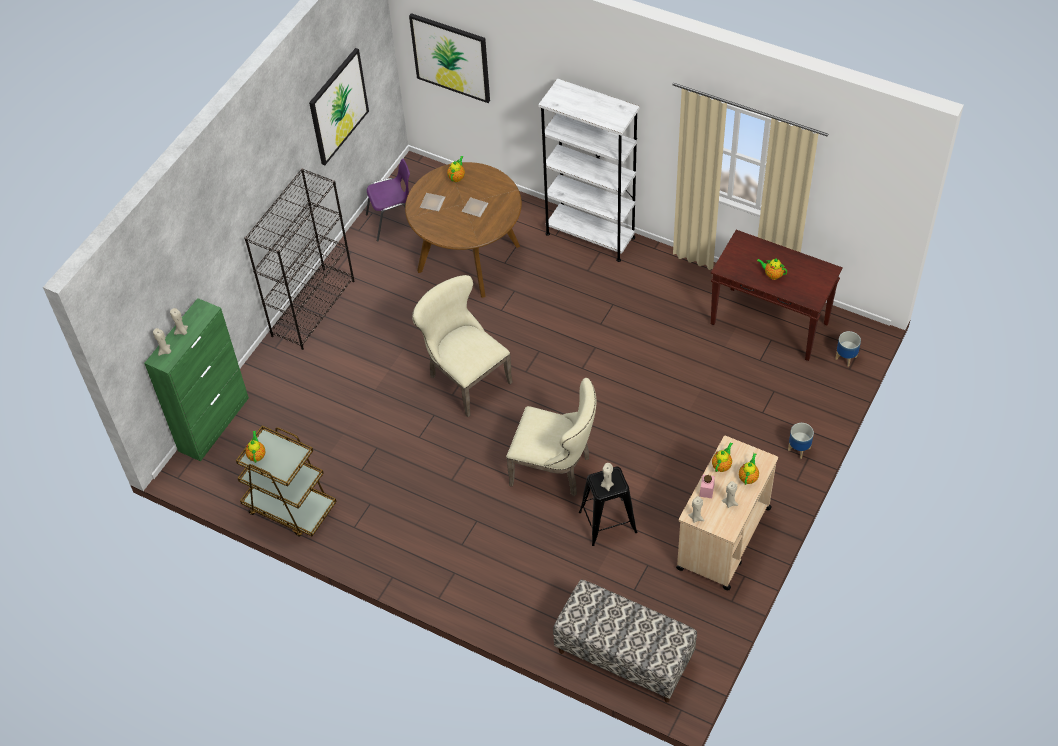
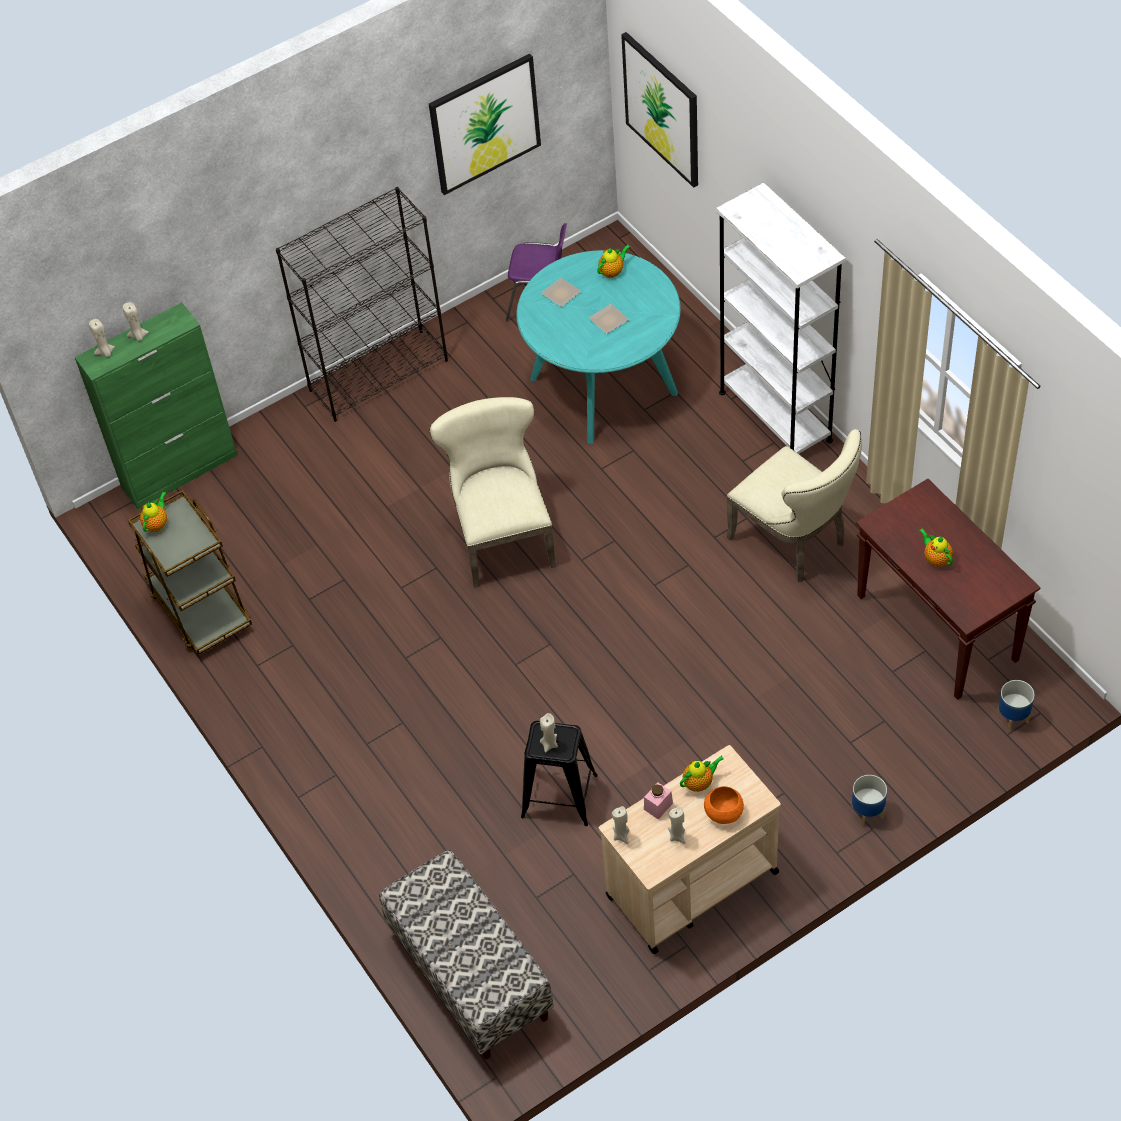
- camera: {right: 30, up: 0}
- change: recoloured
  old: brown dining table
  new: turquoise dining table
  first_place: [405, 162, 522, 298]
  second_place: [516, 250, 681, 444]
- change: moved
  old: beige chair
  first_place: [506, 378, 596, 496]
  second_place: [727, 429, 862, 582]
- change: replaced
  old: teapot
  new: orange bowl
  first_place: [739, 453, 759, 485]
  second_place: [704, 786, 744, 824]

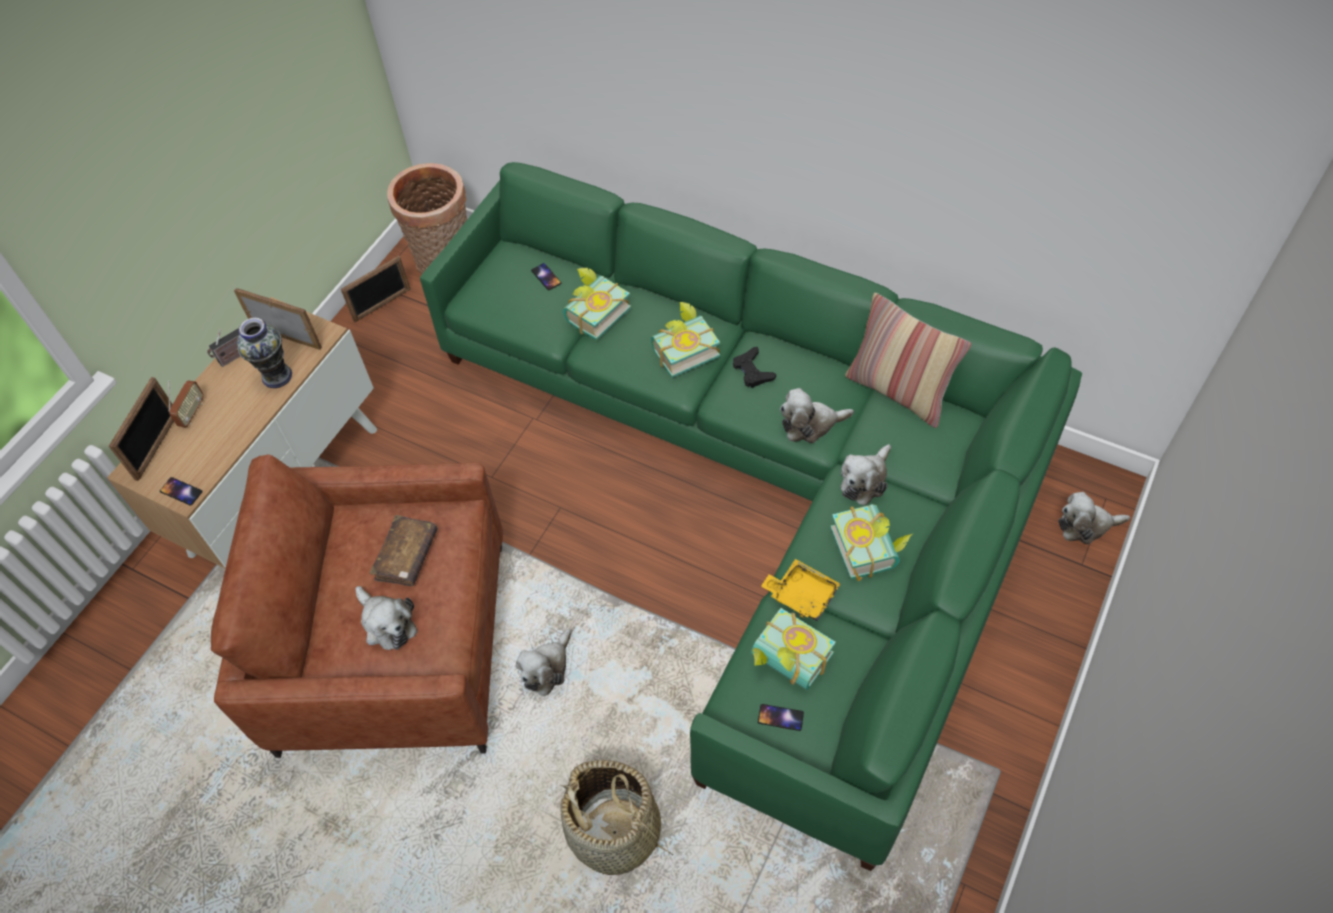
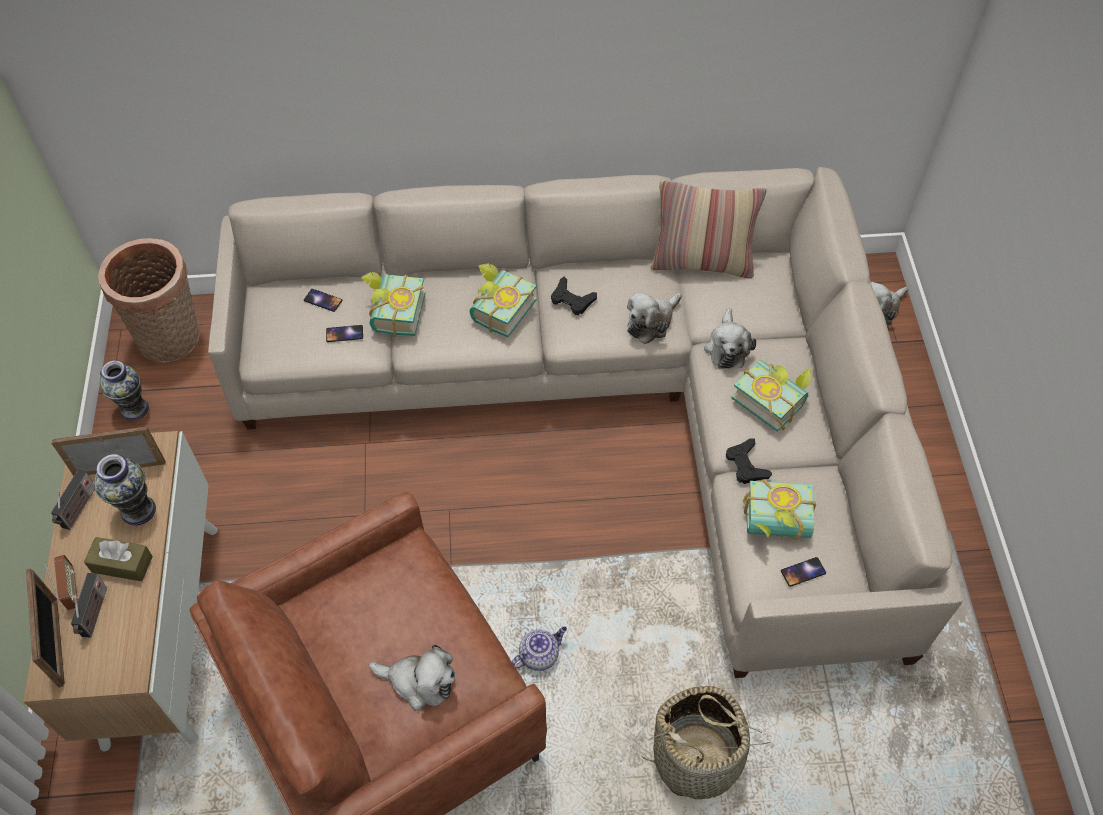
- camera: {right: -35, up: 0}
- change: recoloured
  old: green sofa
  new: beige sofa
  first_place: [420, 162, 1082, 871]
  second_place: [208, 167, 963, 678]
- change: replaced
  old: picture frame
  new: vase
  first_place: [341, 255, 411, 322]
  second_place: [100, 360, 149, 420]
- change: moved
  old: phone
  first_place: [160, 477, 203, 506]
  second_place: [326, 325, 363, 342]
- change: removed
  old: brown book
  first_place: [370, 515, 438, 586]
- change: replaced
  old: yellow tray
  new: black game controller
  first_place: [761, 559, 841, 621]
  second_place: [726, 438, 772, 484]
- change: replaced
  old: plush toy
  new: teapot
  first_place: [516, 629, 572, 696]
  second_place: [512, 626, 567, 671]
- change: added
  new: brown tissue box
  second_place: [84, 537, 153, 581]
- change: added
  new: radio
  second_place: [71, 573, 107, 638]

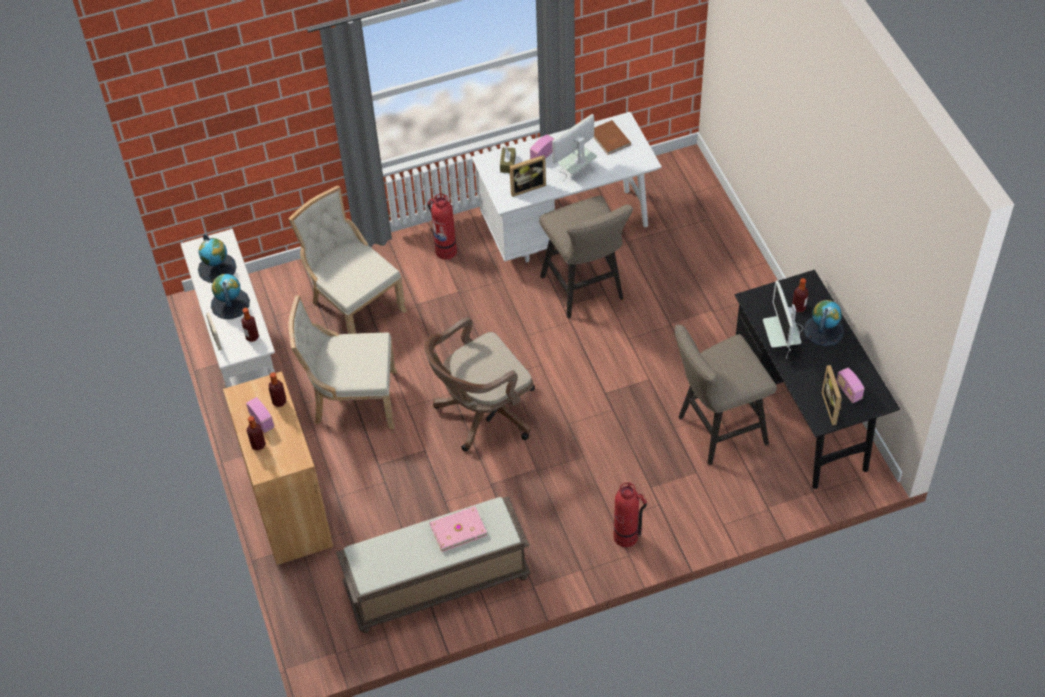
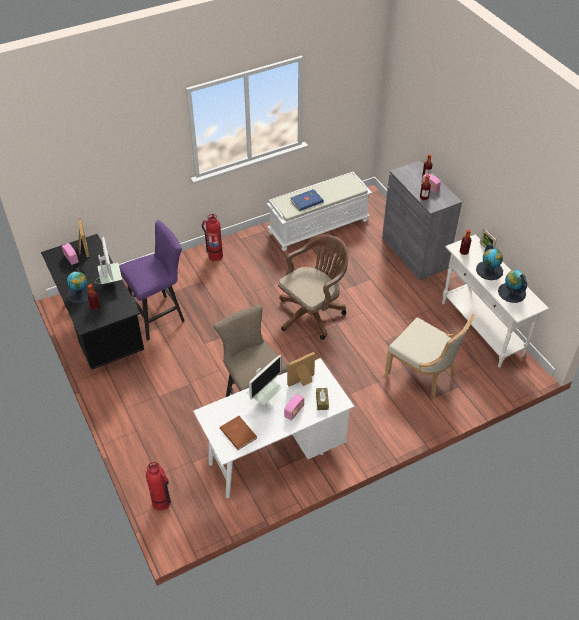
- camera: {right: 170, up: -5}
- change: moved
  old: fire extinguisher
  first_place: [428, 194, 457, 260]
  second_place: [146, 462, 171, 511]
- change: removed
  old: beige chair
  first_place: [289, 295, 397, 429]
- change: recoloured
  old: beige stool
  new: purple stool
  first_place: [674, 325, 777, 465]
  second_place: [119, 220, 185, 341]
- change: recoloured
  old: brown cabinet
  new: grey cabinet
  first_place: [223, 371, 333, 565]
  second_place: [382, 161, 462, 280]
- change: recoloured
  old: brown bench
  new: white bench
  first_place: [336, 496, 531, 633]
  second_place: [267, 172, 372, 251]
- change: recoloured
  old: pink book
  new: blue book
  first_place: [430, 506, 487, 552]
  second_place: [290, 189, 324, 211]

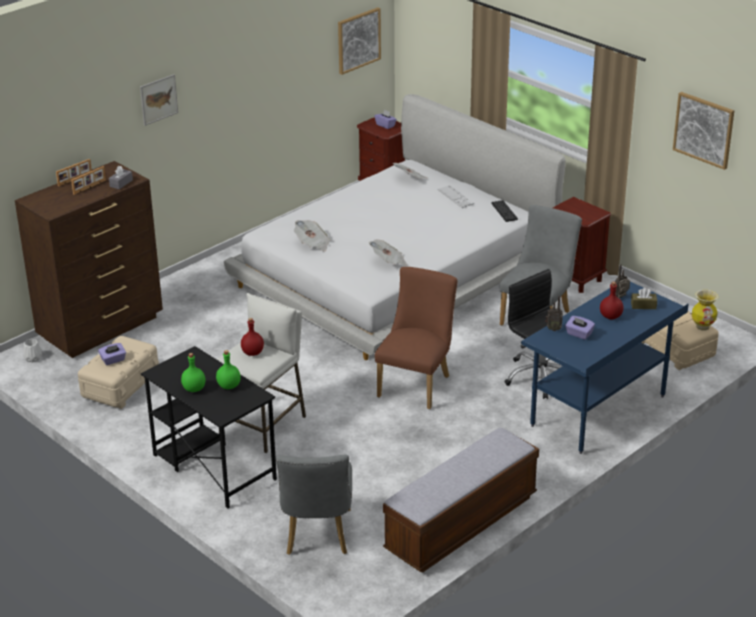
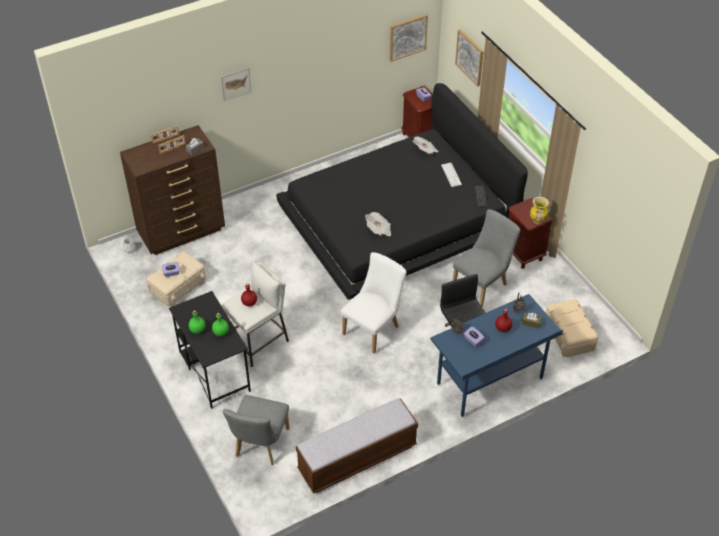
- camera: {right: 15, up: 15}
- change: moved
  old: picture
  first_place: [673, 92, 734, 170]
  second_place: [455, 29, 484, 86]
- change: recoloured
  old: white bed
  new: black bed
  first_place: [224, 94, 565, 360]
  second_place: [276, 83, 528, 300]
- change: removed
  old: newspaper
  first_place: [294, 220, 331, 251]
- change: recoloured
  old: brown chair
  new: white chair
  first_place: [375, 267, 457, 409]
  second_place: [341, 252, 407, 354]
- change: moved
  old: vase
  first_place: [692, 290, 718, 331]
  second_place: [530, 197, 549, 224]

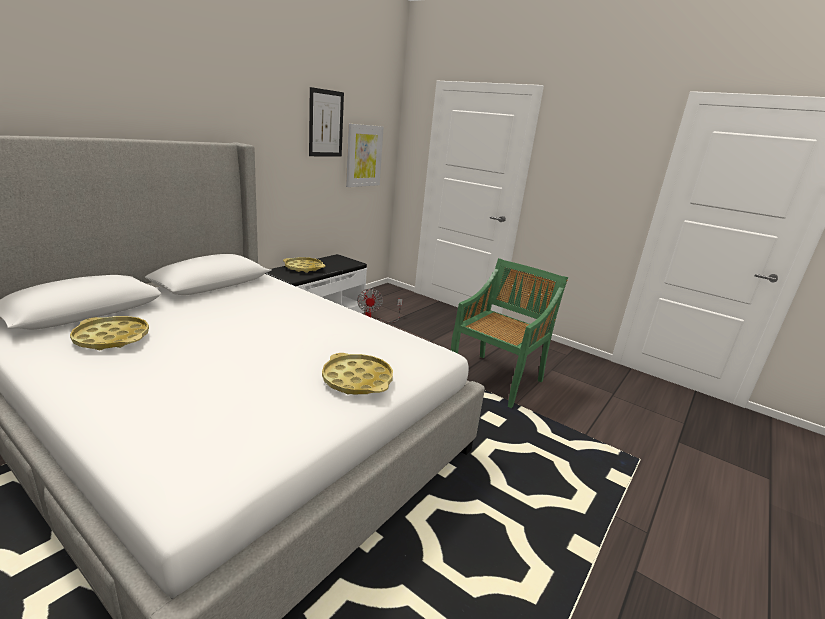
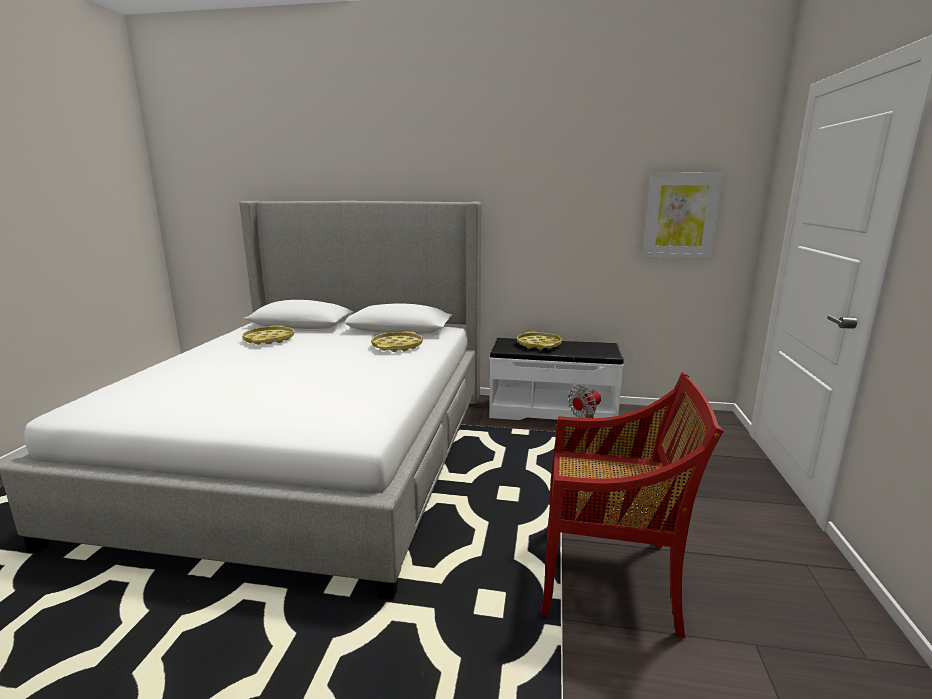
- camera: {right: 65, up: -5}
- change: removed
  old: picture
  first_place: [309, 87, 344, 157]
- change: recoloured
  old: green chair
  new: red chair
  first_place: [451, 258, 568, 408]
  second_place: [541, 372, 723, 638]
- change: moved
  old: yellow tray
  first_place: [322, 353, 393, 394]
  second_place: [371, 331, 423, 352]

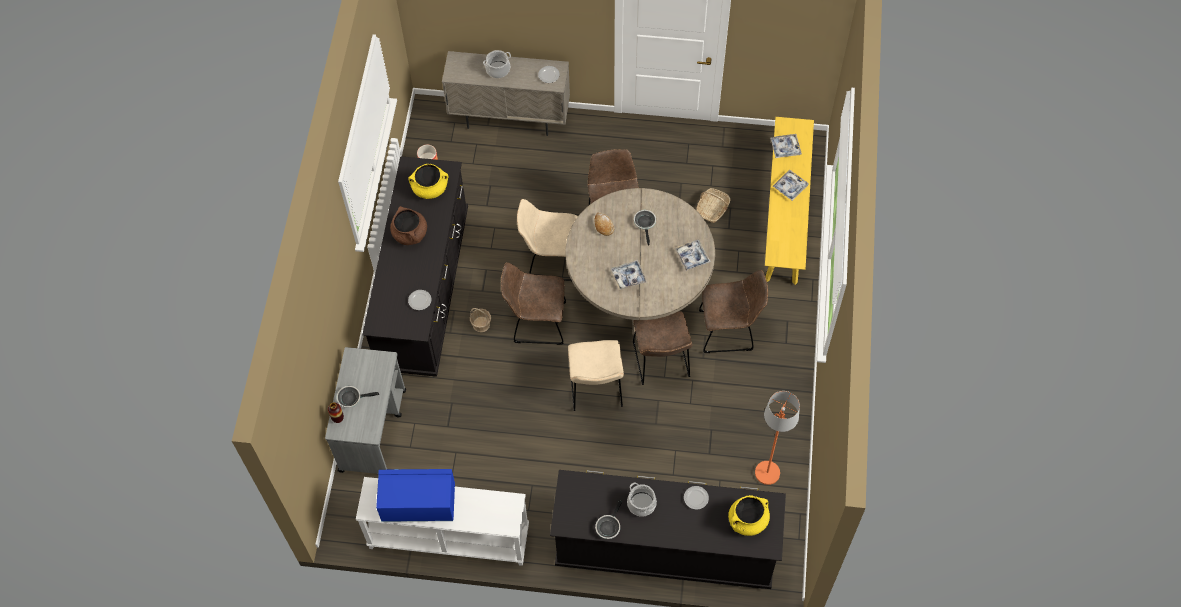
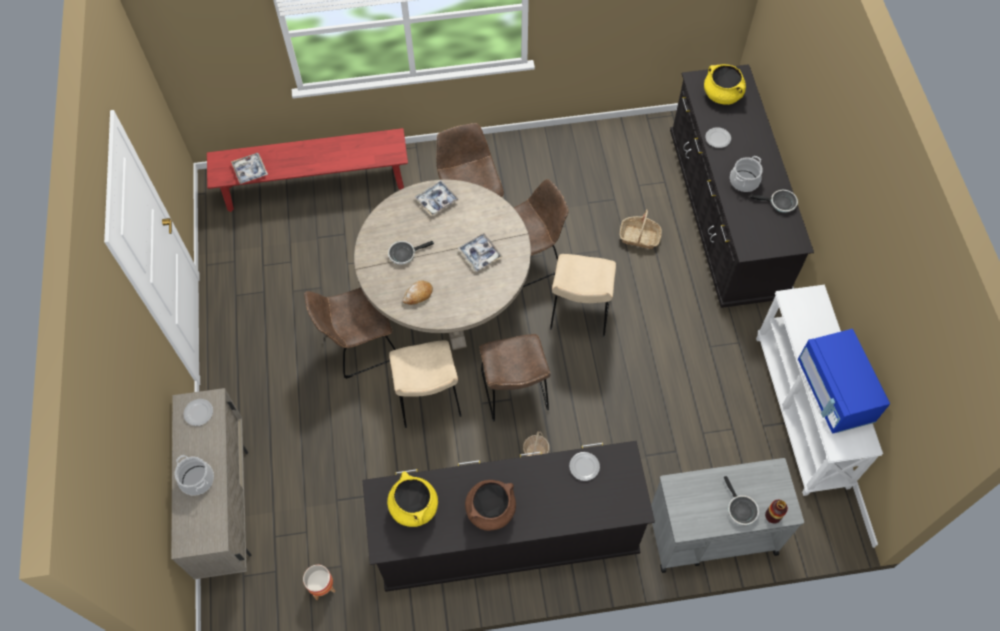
- camera: {right: -105, up: 0}
- change: recoloured
  old: yellow bench
  new: red bench
  first_place: [765, 117, 814, 285]
  second_place: [207, 128, 408, 212]
- change: removed
  old: tray
  first_place: [773, 169, 809, 201]
- change: moved
  old: basket
  first_place: [696, 188, 730, 223]
  second_place: [620, 209, 662, 249]
- change: turned
  old: beige chair
  first_place: [568, 340, 624, 411]
  second_place: [550, 254, 616, 337]
  degrees: 120
- change: removed
  old: orange floor lamp
  first_place: [755, 391, 800, 485]

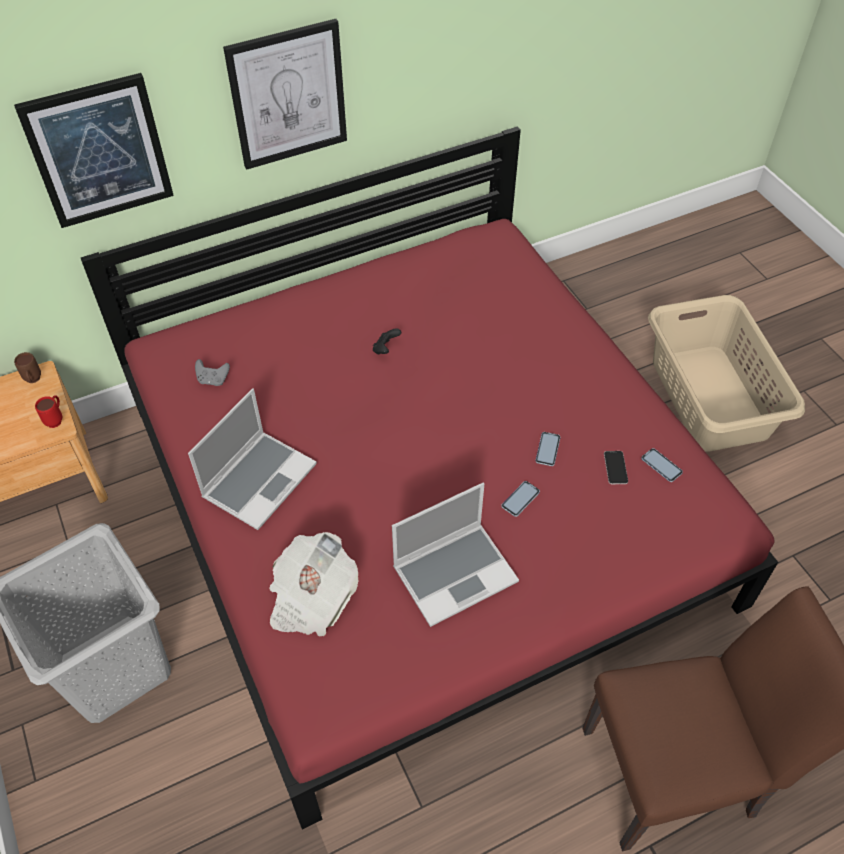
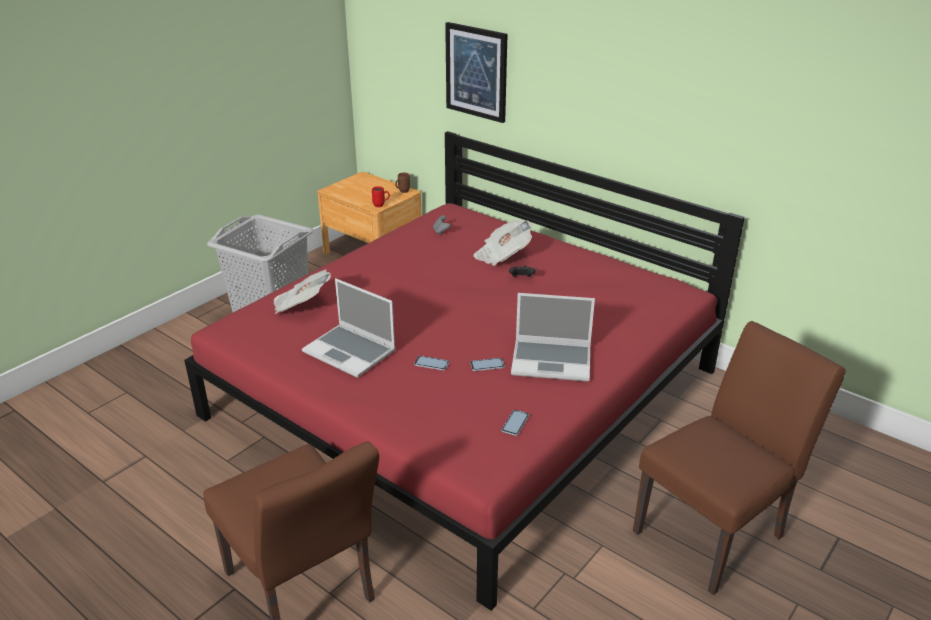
- camera: {right: 65, up: -20}
- change: removed
  old: picture
  first_place: [223, 19, 347, 170]
- change: replaced
  old: beige laundry basket
  new: brown chair
  first_place: [648, 295, 805, 452]
  second_place: [633, 321, 846, 595]
- change: moved
  old: laptop
  first_place: [188, 388, 317, 530]
  second_place: [511, 293, 595, 381]
- change: removed
  old: phone
  first_place: [604, 451, 628, 484]
- change: added
  new: newspaper
  second_place: [474, 219, 532, 266]

